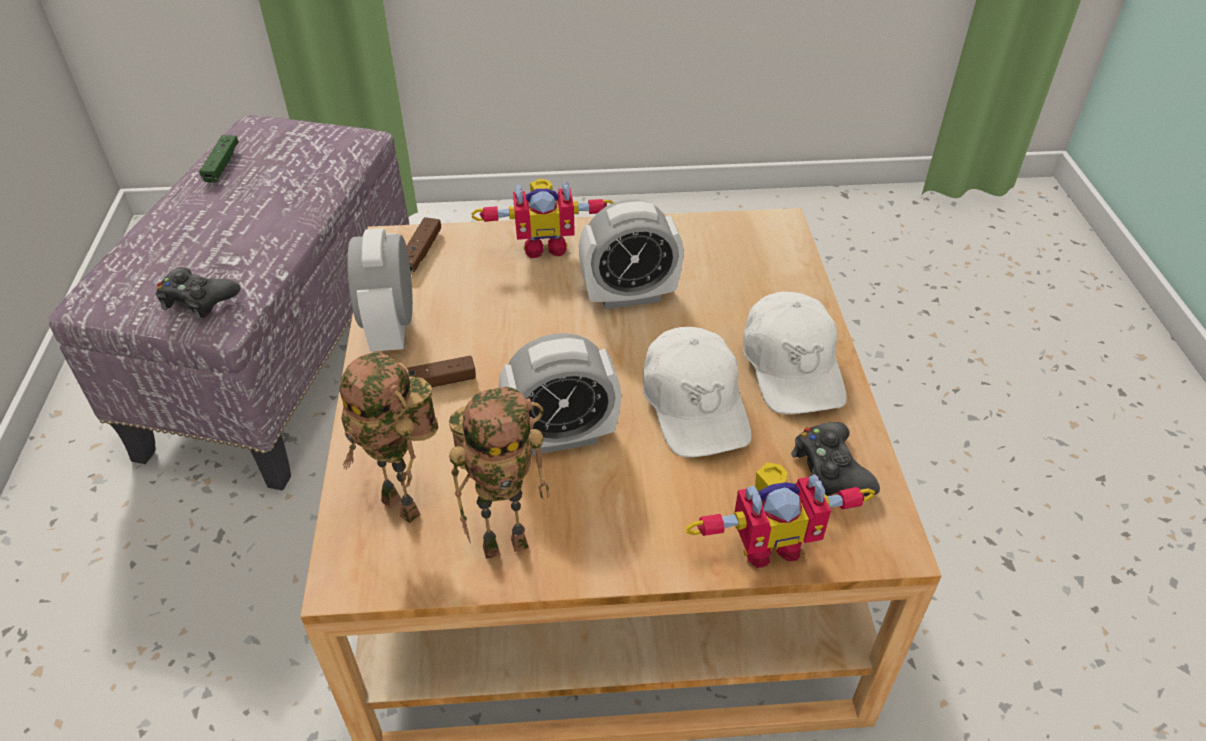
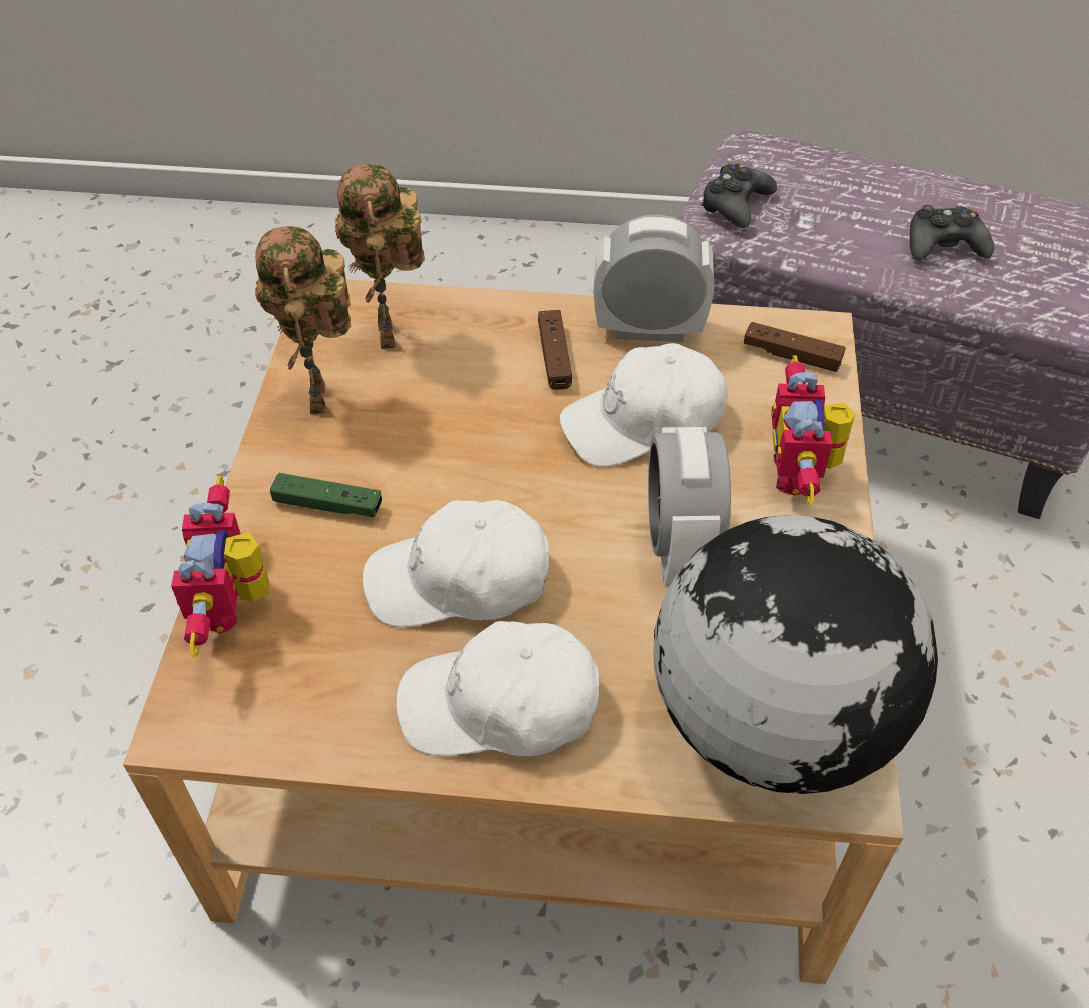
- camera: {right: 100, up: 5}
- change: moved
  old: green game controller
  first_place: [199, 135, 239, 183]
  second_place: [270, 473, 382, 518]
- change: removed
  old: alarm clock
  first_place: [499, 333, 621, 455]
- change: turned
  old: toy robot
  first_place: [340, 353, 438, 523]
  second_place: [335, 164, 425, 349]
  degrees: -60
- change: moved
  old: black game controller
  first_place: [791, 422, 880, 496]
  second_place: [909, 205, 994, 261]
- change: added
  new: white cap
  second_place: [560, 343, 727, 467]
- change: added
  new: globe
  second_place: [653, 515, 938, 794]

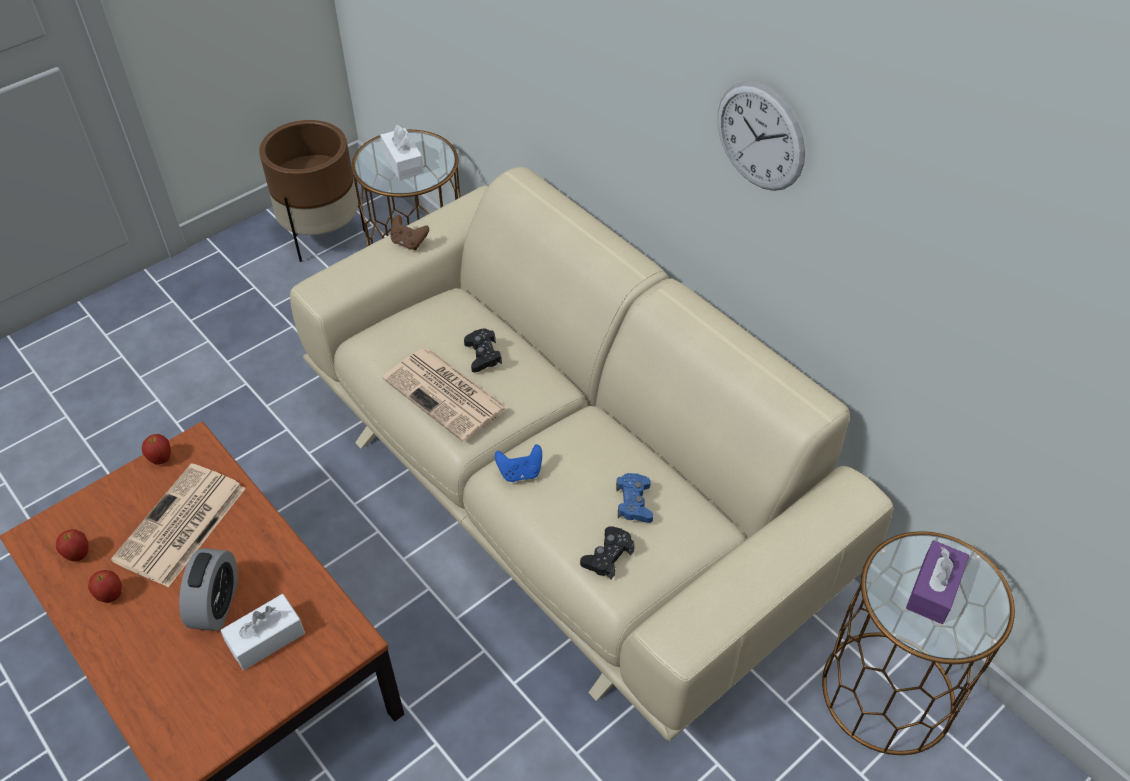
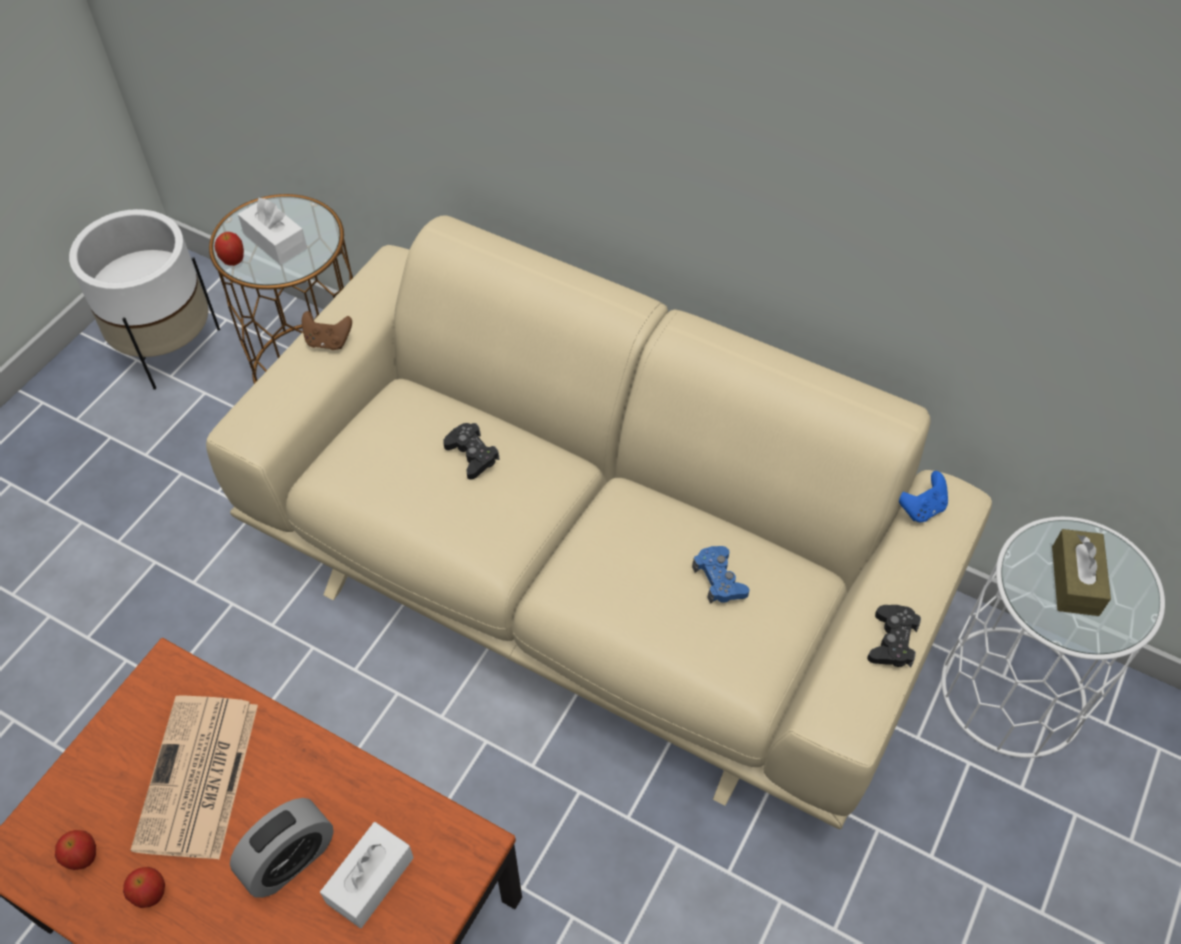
- camera: {right: -20, up: 5}
- change: removed
  old: wall clock
  first_place: [718, 81, 805, 191]
- change: recoloured
  old: brown planter
  new: white planter
  first_place: [259, 120, 365, 262]
  second_place: [69, 209, 220, 390]
- change: removed
  old: newspaper
  first_place: [383, 348, 508, 442]
- change: moved
  old: apple
  first_place: [142, 434, 171, 465]
  second_place: [215, 232, 244, 266]
- change: moved
  old: blue game controller
  first_place: [495, 444, 542, 482]
  second_place: [899, 471, 948, 522]
- change: moved
  old: black game controller
  first_place: [580, 526, 634, 579]
  second_place: [867, 605, 921, 667]
- change: recoloured
  old: brown side table
  new: white side table
  first_place: [822, 531, 1015, 755]
  second_place: [941, 517, 1165, 758]
- change: recoloured
  old: purple tissue box
  new: brown tissue box
  first_place: [906, 540, 970, 624]
  second_place: [1052, 529, 1111, 616]
- change: turned
  old: alarm clock
  first_place: [179, 548, 237, 631]
  second_place: [230, 798, 334, 898]
  degrees: 60

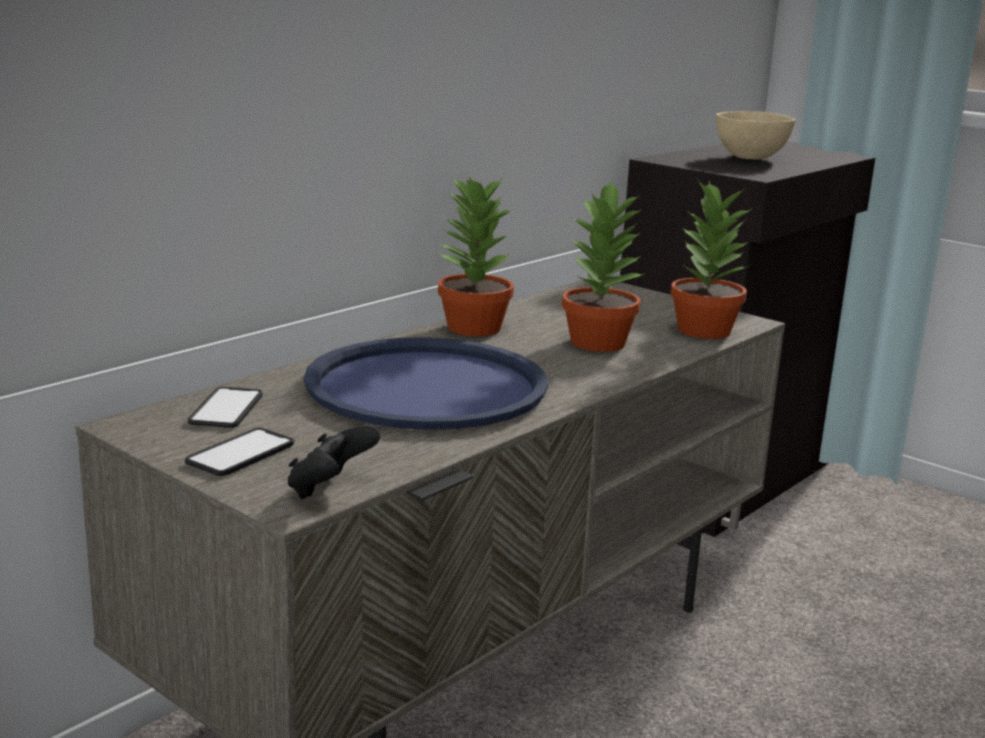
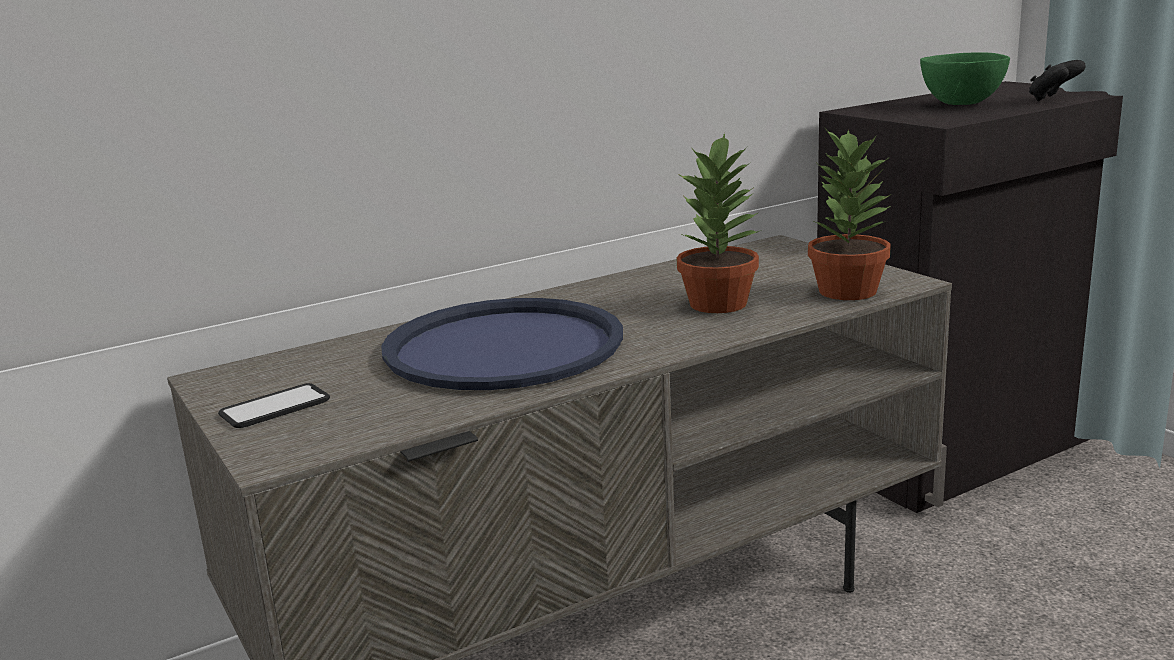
- camera: {right: 20, up: 0}
- change: recoloured
  old: beige bowl
  new: green bowl
  first_place: [716, 111, 796, 160]
  second_place: [920, 52, 1010, 105]
- change: removed
  old: potted plant
  first_place: [438, 176, 514, 336]
- change: removed
  old: phone
  first_place: [188, 387, 263, 428]
- change: moved
  old: black game controller
  first_place: [288, 425, 380, 499]
  second_place: [1029, 60, 1086, 101]

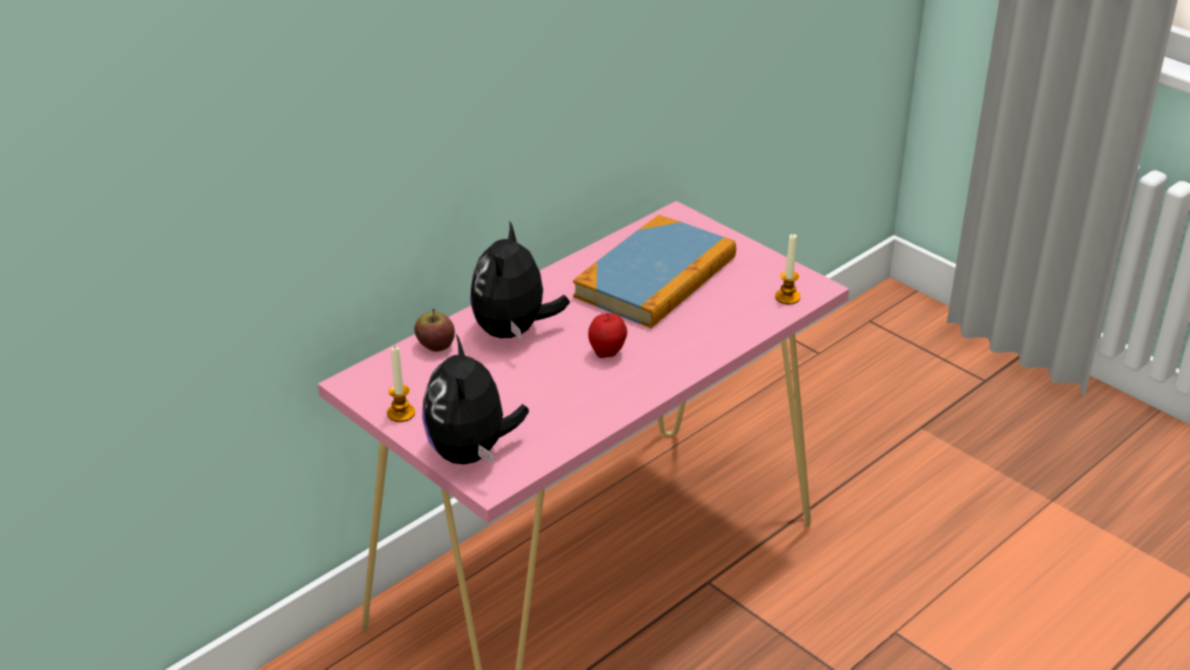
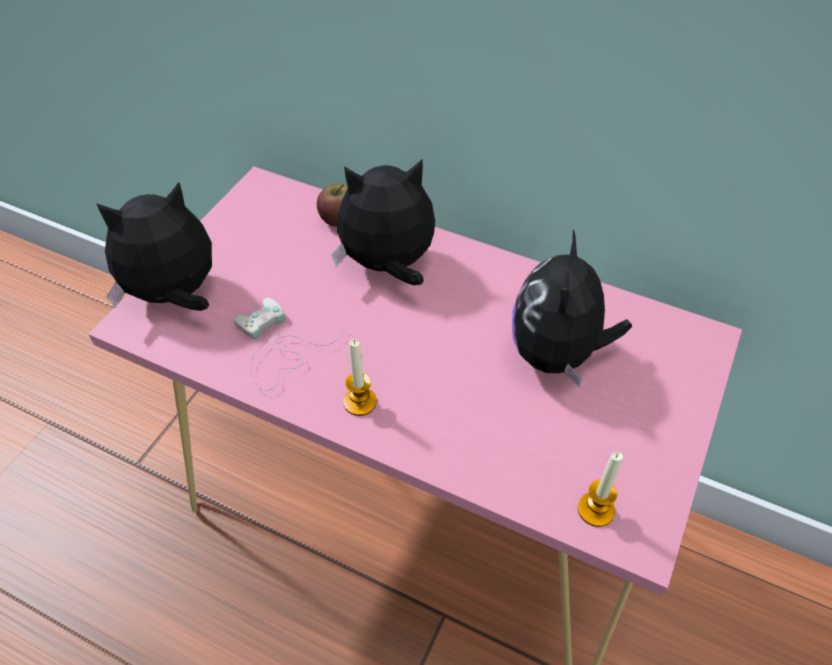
- camera: {right: 70, up: 15}
- change: replaced
  old: book
  new: plush toy
  first_place: [573, 215, 736, 328]
  second_place: [512, 230, 632, 387]
- change: removed
  old: apple
  first_place: [588, 313, 627, 358]
- change: moved
  old: candle
  first_place: [387, 346, 415, 422]
  second_place: [343, 339, 377, 416]
- change: added
  new: white game controller
  second_place: [234, 298, 344, 391]

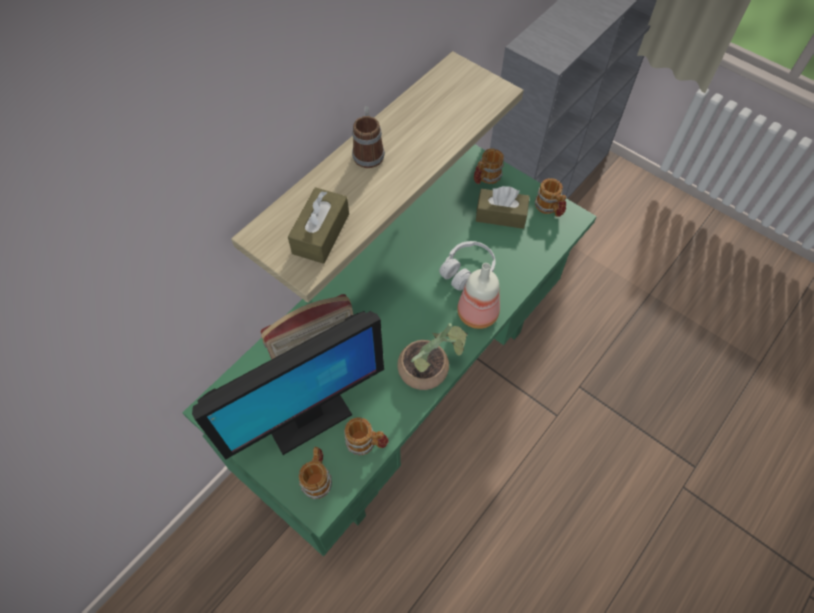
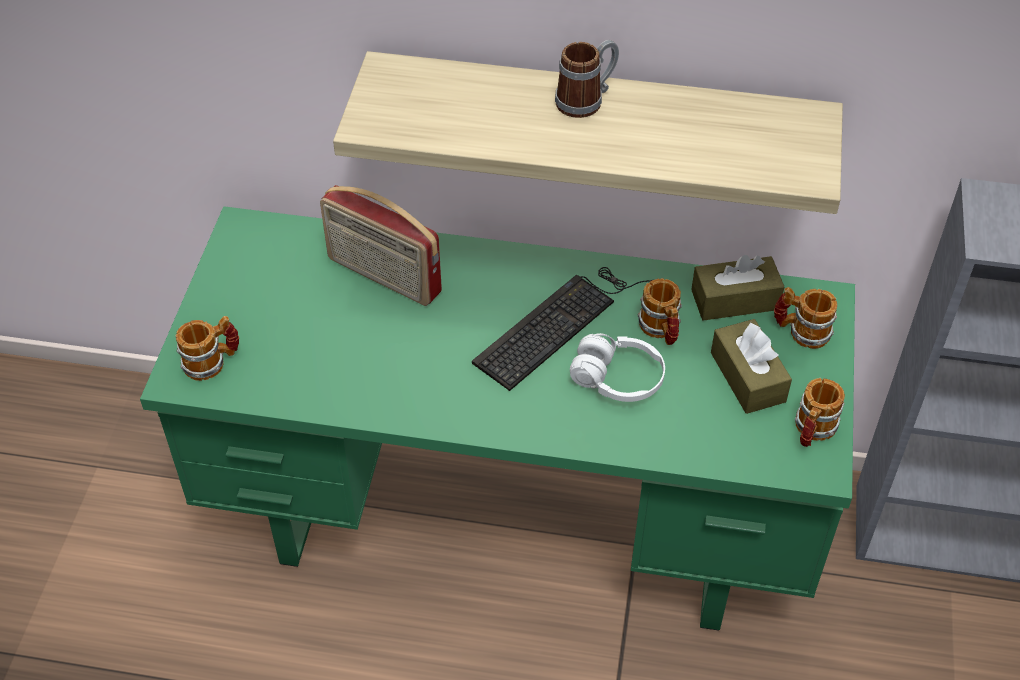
- camera: {right: 60, up: -10}
- change: moved
  old: brown tissue box
  first_place: [288, 187, 349, 264]
  second_place: [691, 255, 785, 321]
- change: removed
  old: bottle
  first_place: [457, 263, 500, 329]
- change: removed
  old: monitor
  first_place: [192, 311, 384, 459]
- change: removed
  old: potted plant
  first_place: [397, 323, 468, 390]
- change: moved
  old: mug
  first_place: [344, 417, 388, 455]
  second_place: [638, 278, 682, 345]
- change: added
  new: keyboard
  second_place: [472, 267, 652, 391]

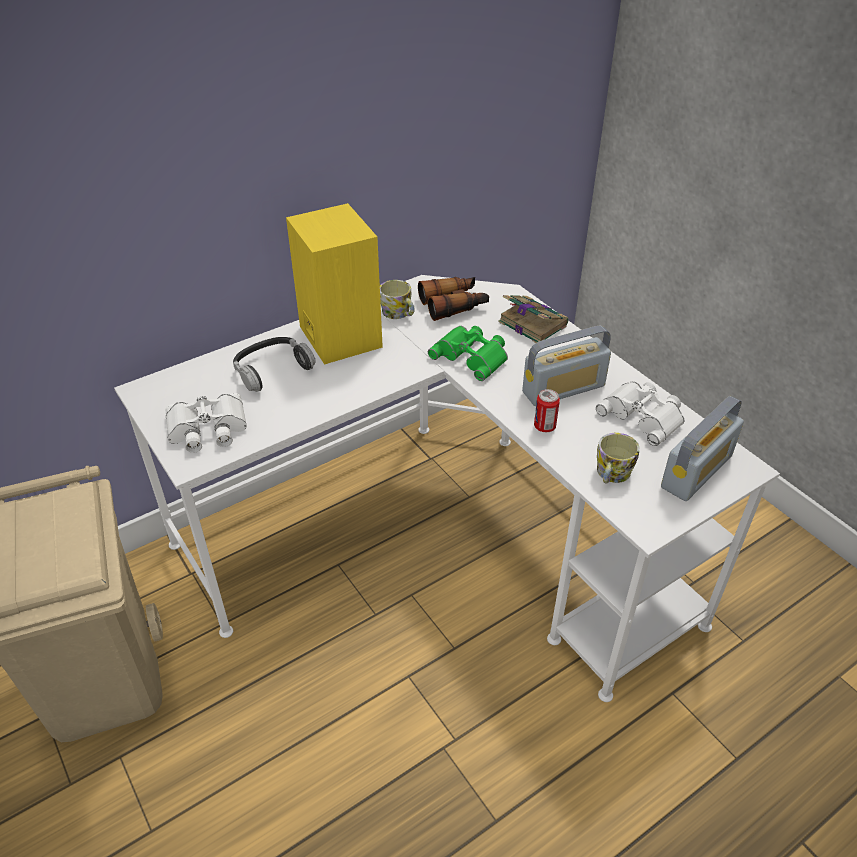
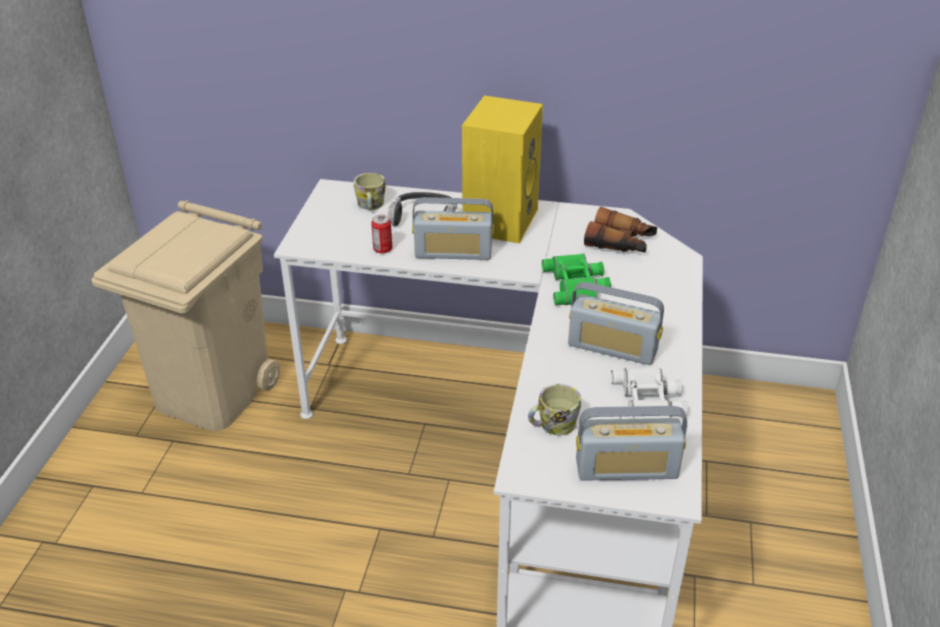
- camera: {right: 45, up: -5}
- change: moved
  old: mug
  first_place: [380, 280, 415, 319]
  second_place: [354, 173, 386, 210]
- change: removed
  old: book
  first_place: [498, 295, 568, 343]
- change: moved
  old: can
  first_place: [534, 389, 560, 432]
  second_place: [371, 215, 392, 254]
- change: removed
  old: white binoculars
  first_place: [166, 393, 247, 453]
- change: added
  new: radio
  second_place: [412, 197, 494, 260]

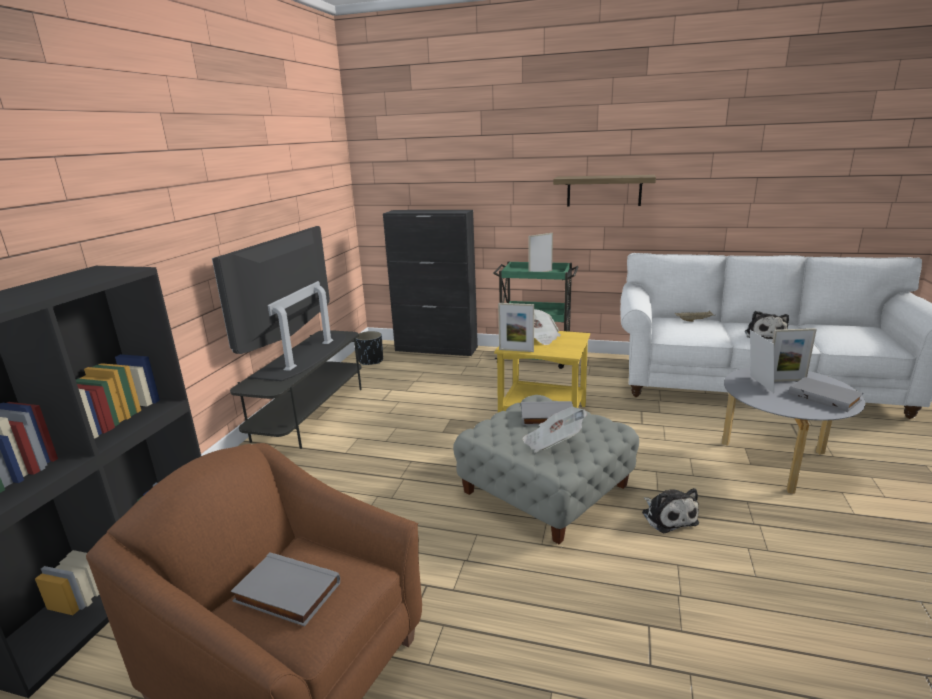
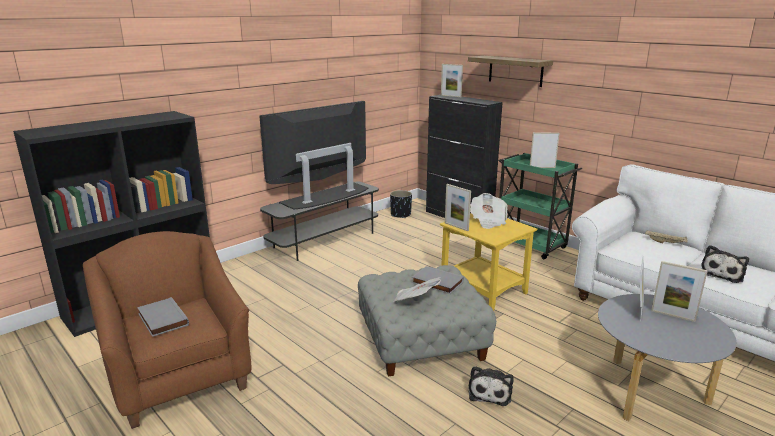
- camera: {right: 30, up: 0}
- change: moved
  old: shelf
  first_place: [553, 175, 656, 206]
  second_place: [468, 56, 553, 87]
- change: removed
  old: grey book
  first_place: [789, 377, 864, 412]
- change: added
  new: picture frame
  second_place: [441, 64, 463, 97]

